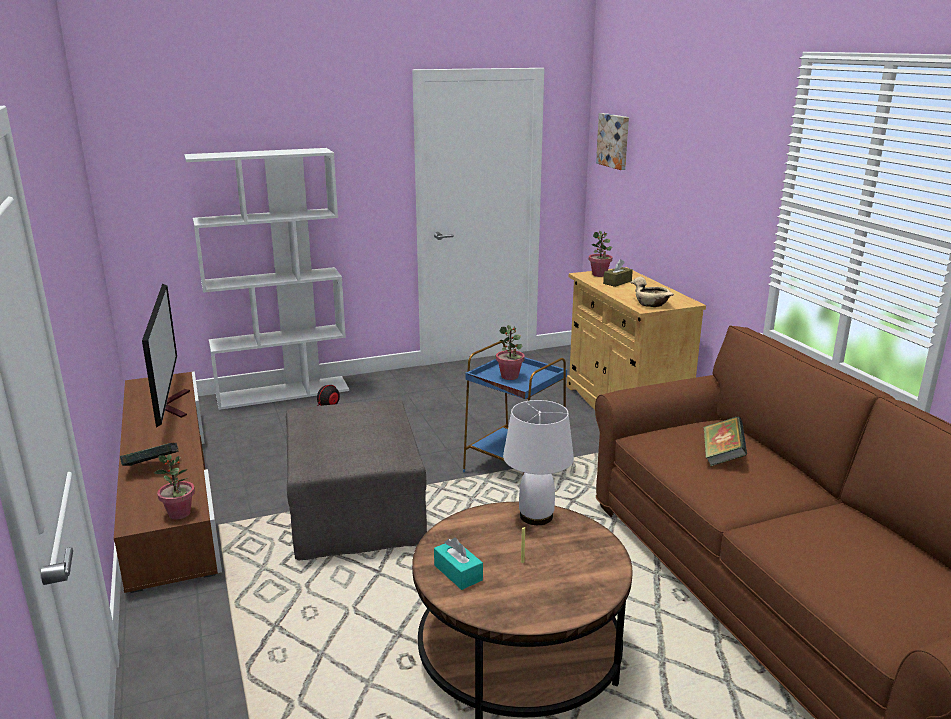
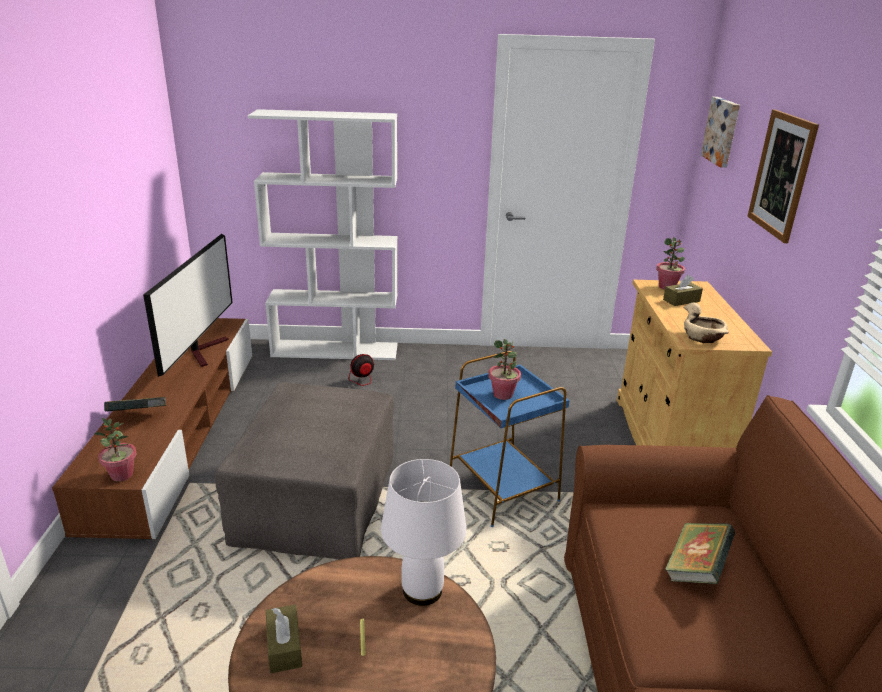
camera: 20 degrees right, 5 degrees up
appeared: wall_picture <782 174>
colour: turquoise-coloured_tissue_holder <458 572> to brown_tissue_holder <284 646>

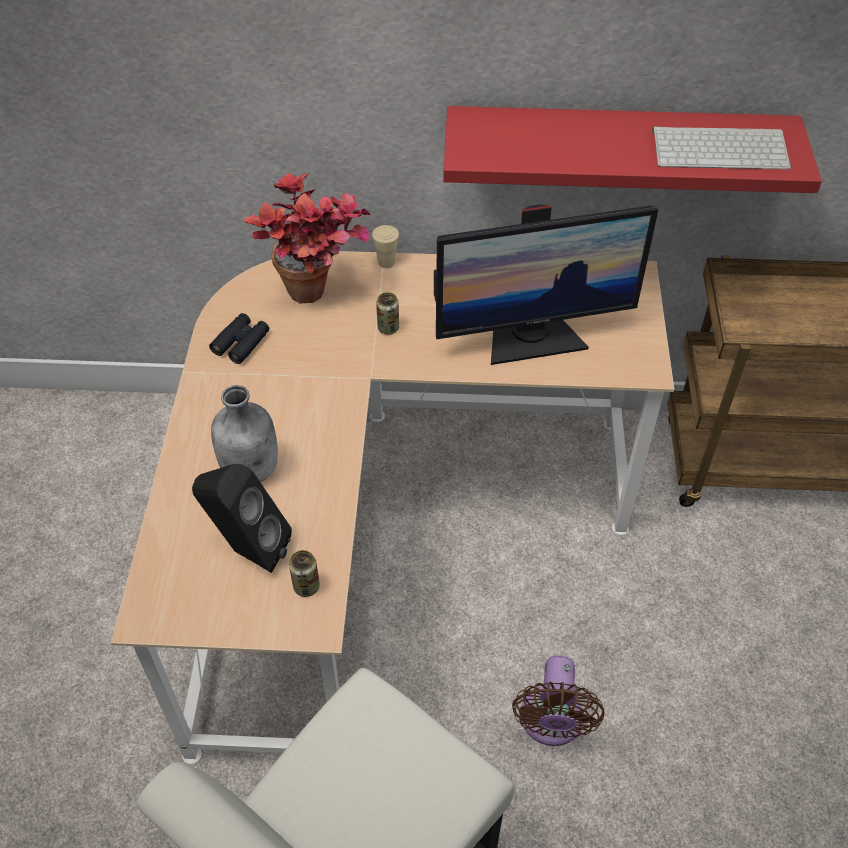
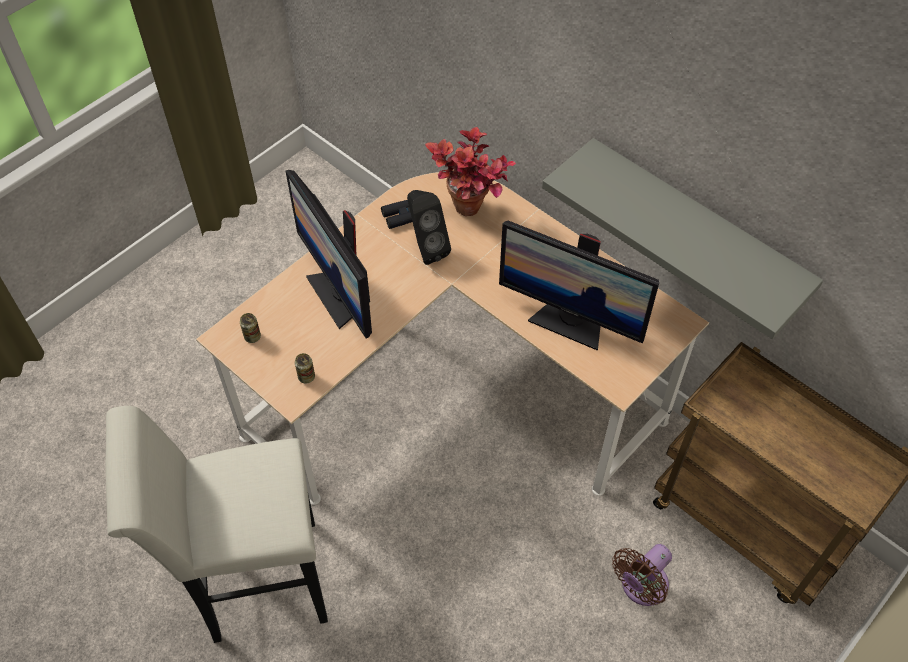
camera: 40 degrees right, 5 degrees up
missing: beige_small_cup <386 262>; keyboard <721 148>
relocated: black_speaker <248 550> to <426 248>; metal_can <388 328> to <252 337>; brown_fan <551 723> to <641 587>
exchanged: gray_drink_bottle <252 469> to monitor <339 295>
colour: red-coloured_wall_shelf <617 146> to gray_wall_shelf <696 226>

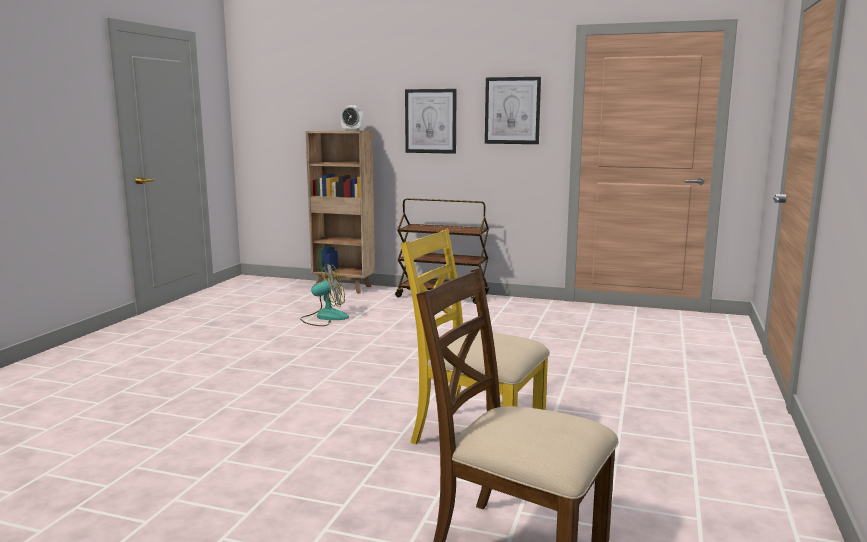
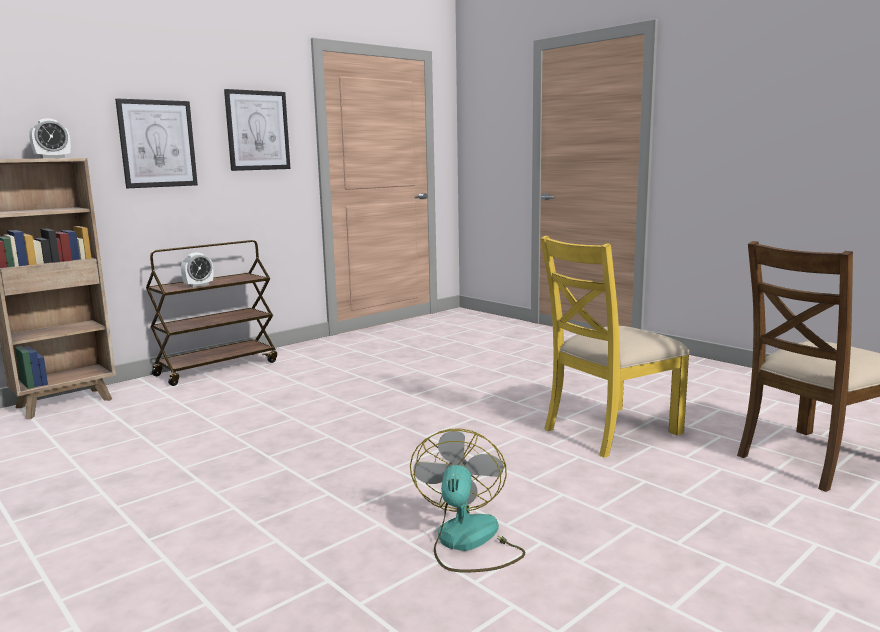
camera: 60 degrees left, 0 degrees up
appeared: table_clock <198 285>
relocated: fan <324 318> to <468 543>

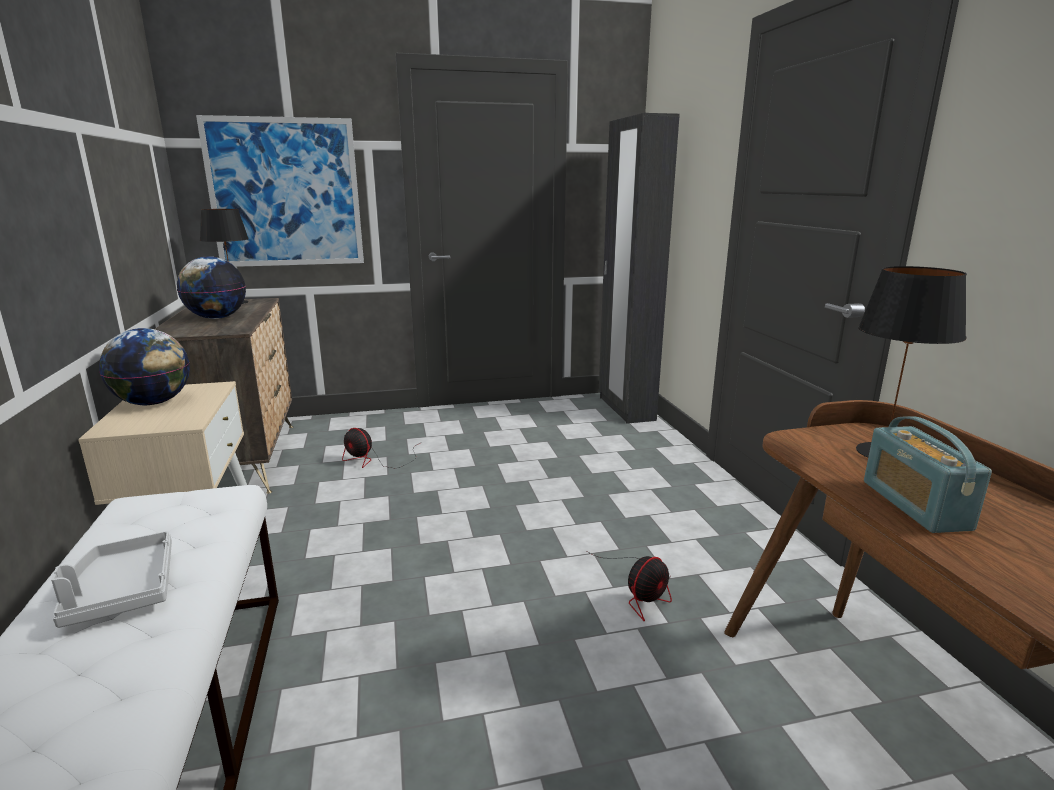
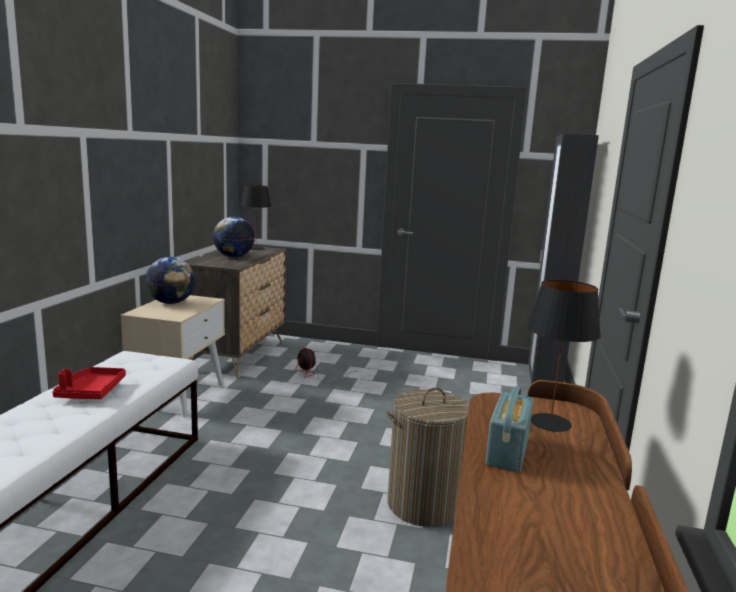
camera: 25 degrees right, 5 degrees down
missing: wall_picture <285 193>
exchanged: fan <642 591> to hamper <423 504>
colour: gray_tray <122 591> to red-coloured_tray <91 392>

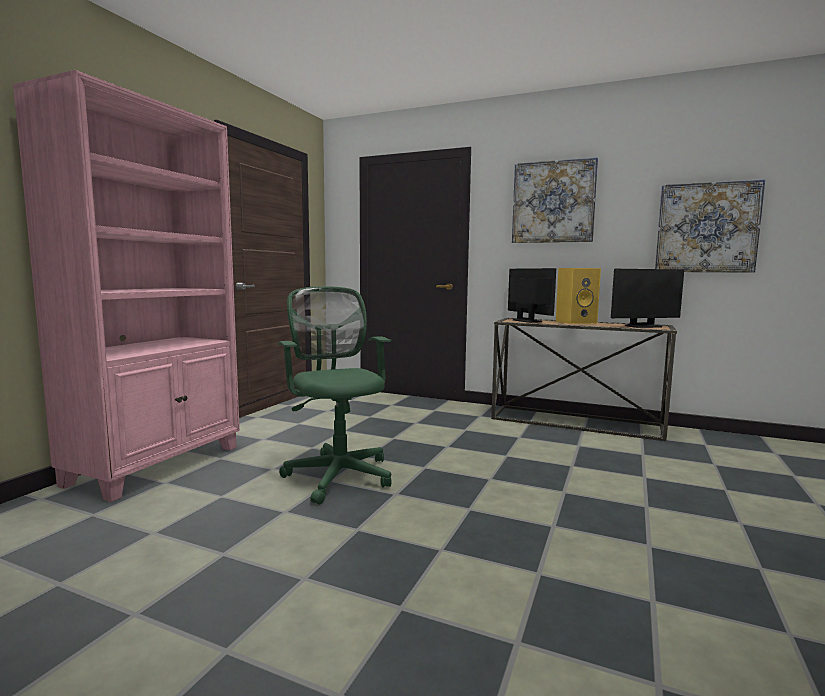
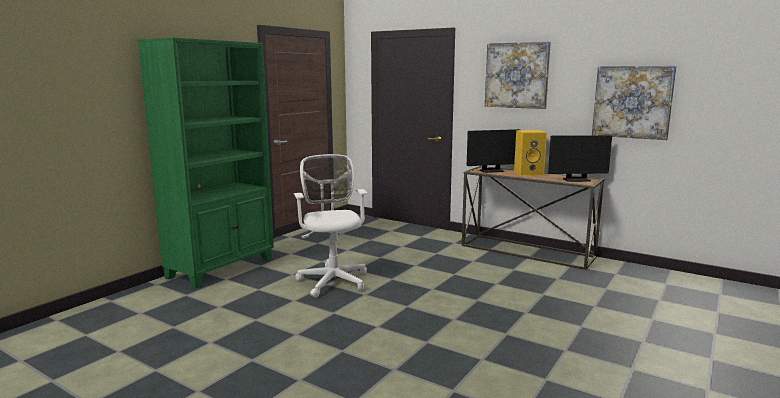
camera: 10 degrees right, 5 degrees up
colour: pinkish_bookshelf <158 465> to green_bookshelf <222 268>; green_office_chair <338 474> to white-coloured_office_chair <333 280>
spun: monitor <527 321> = <491 170> 90 degrees clockwise

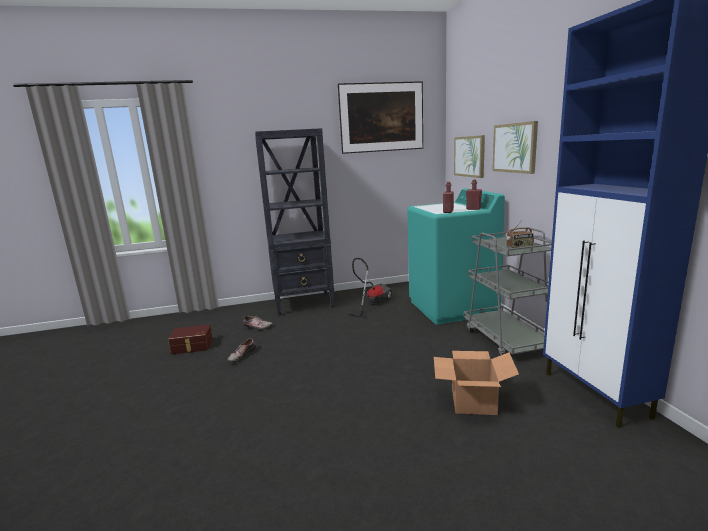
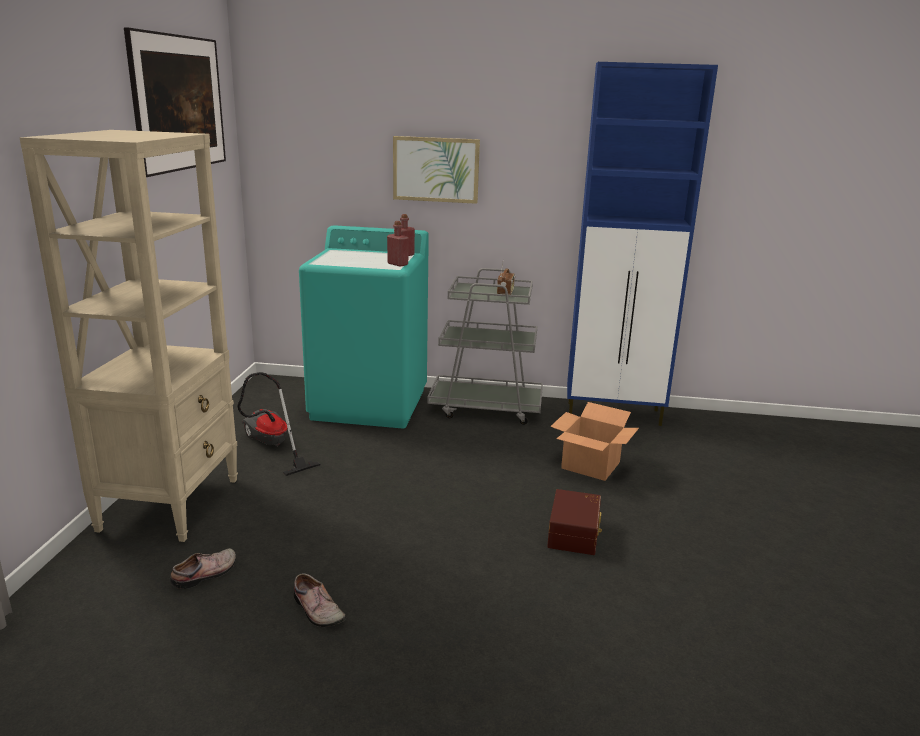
camera: 70 degrees left, 5 degrees up
missing: wall_picture <469 156>
relocated: brown_storage_box <192 347> to <575 533>
colour: black_bookshelf <304 304> to beige_bookshelf <171 503>

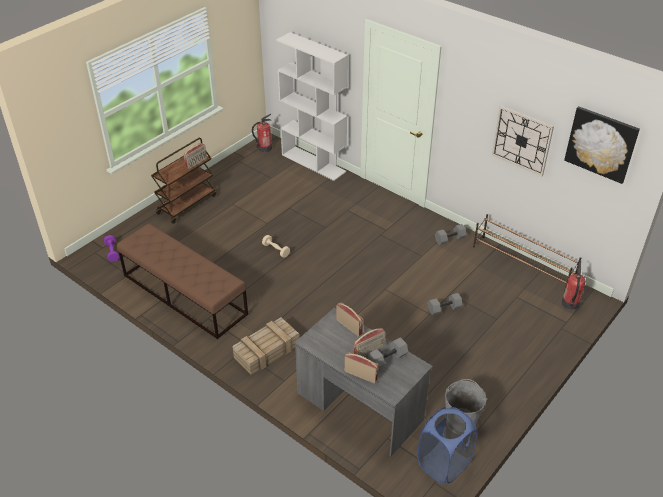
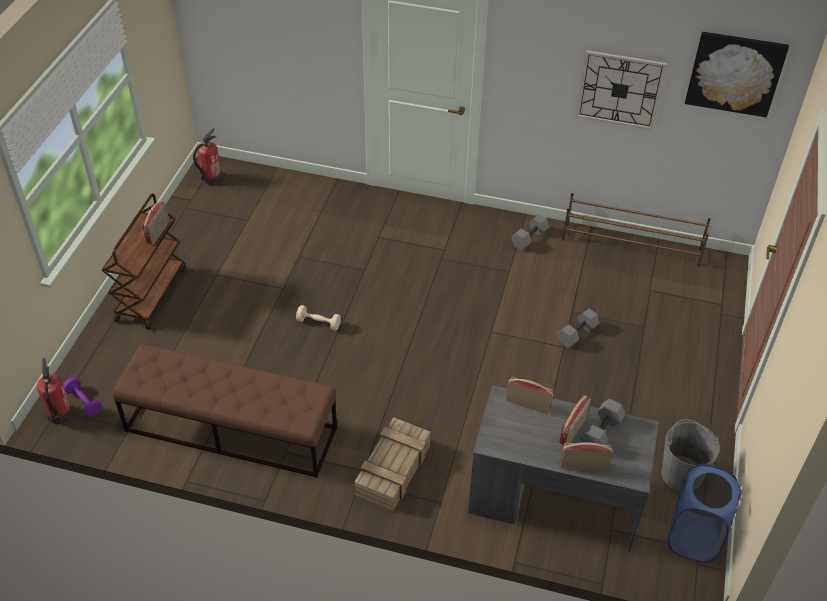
camera: 25 degrees left, 5 degrees up
missing: white-coloured_bookshelf <314 163>
relocated: fire_extinguisher <570 303> to <60 414>

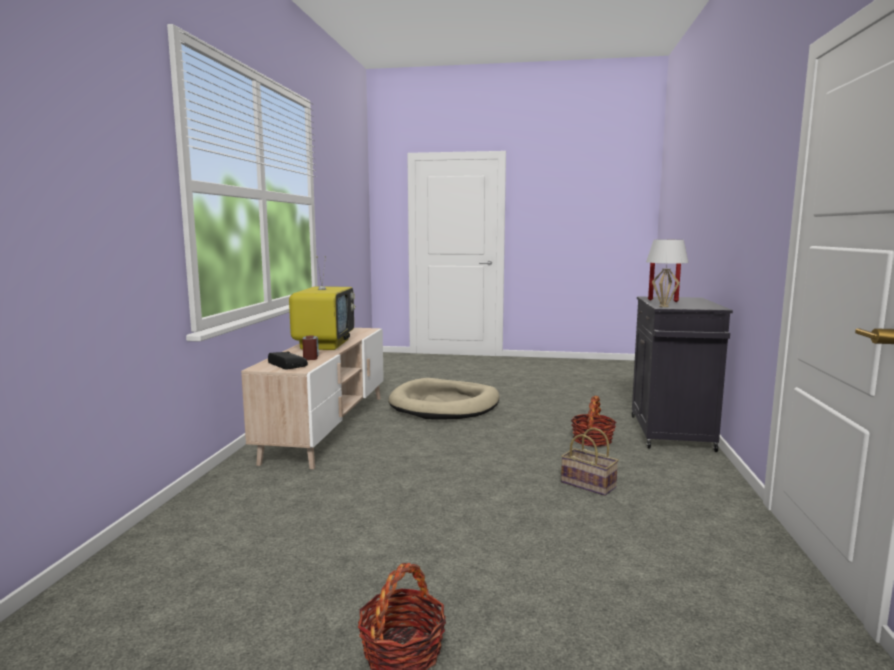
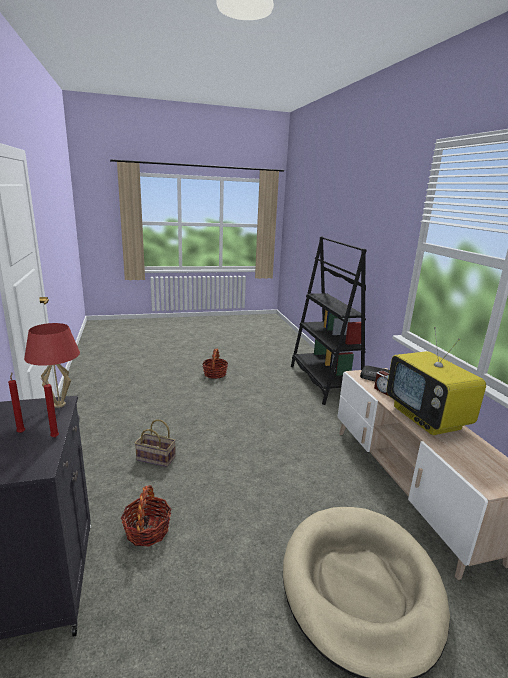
camera: 155 degrees right, 10 degrees up
appeared: black_bookshelf <324 382>
colour: white-coloured_table_lamp <664 306> to red-coloured_table_lamp <59 404>

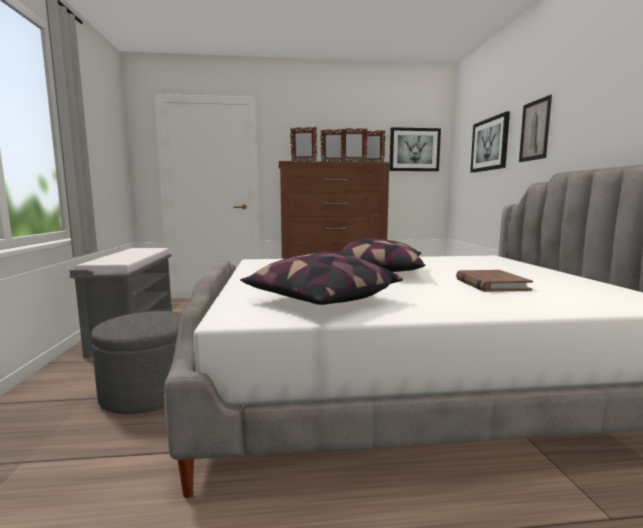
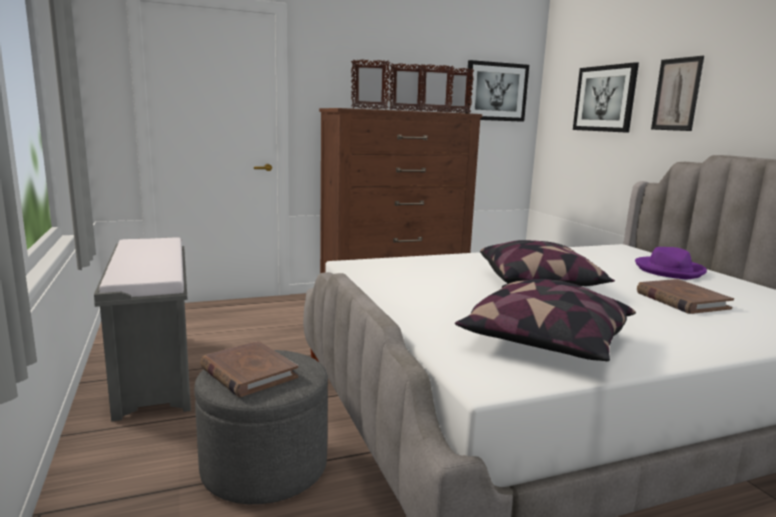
camera: 15 degrees left, 5 degrees up
appeared: brown_book <248 373>; purple-coloured_hat <669 270>

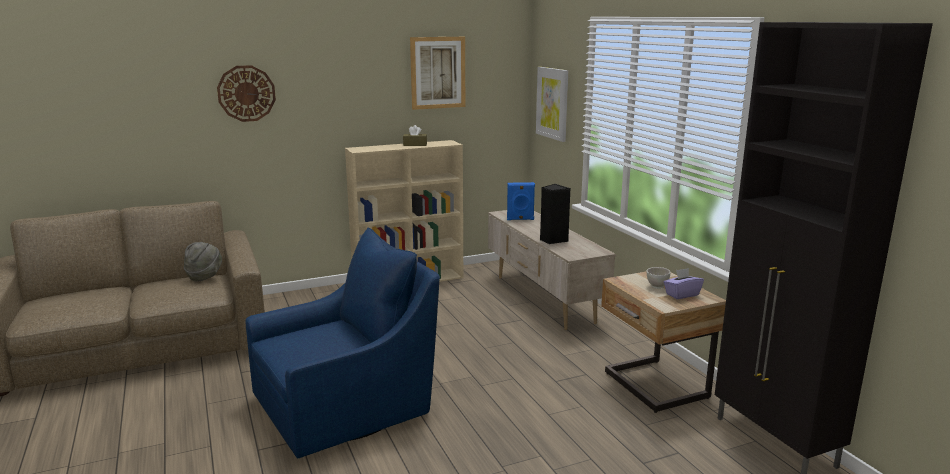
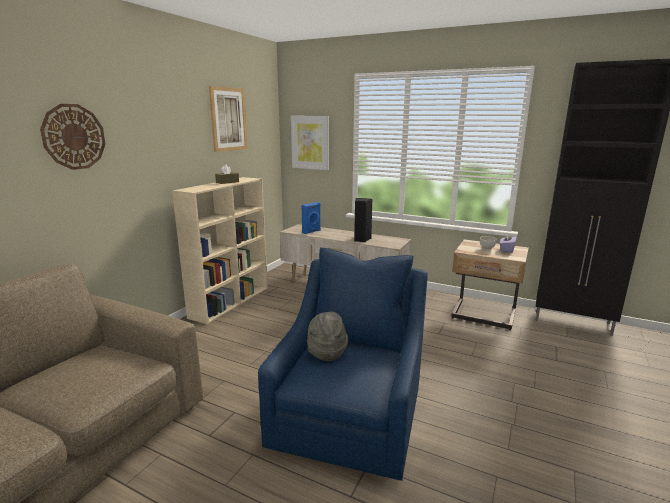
camera: 40 degrees left, 0 degrees up
relocated: gray_hat <204 276> to <326 352>

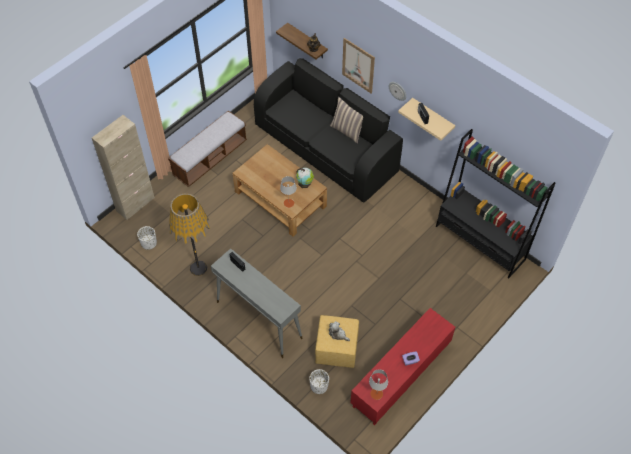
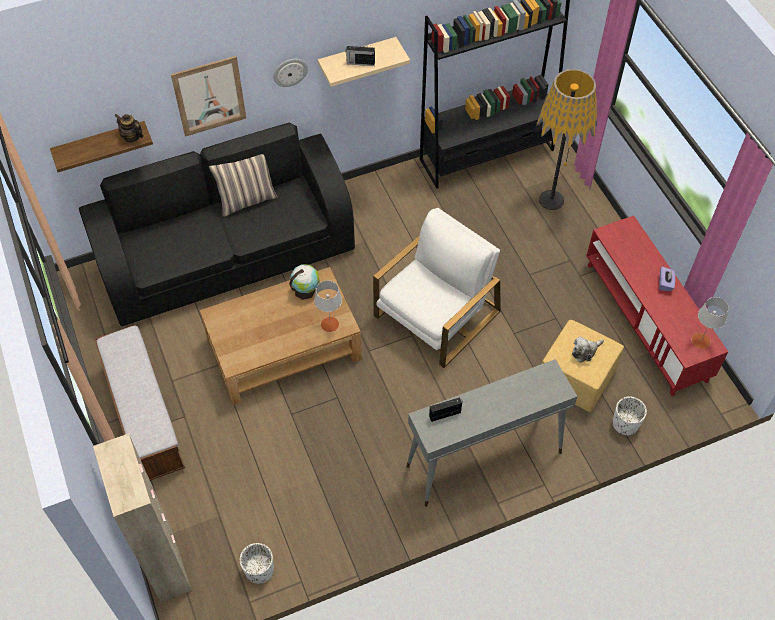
camera: 65 degrees left, 0 degrees up
appeared: white-coloured_armchair <436 315>
relocated: standard_lamp <198 268> to <551 200>

